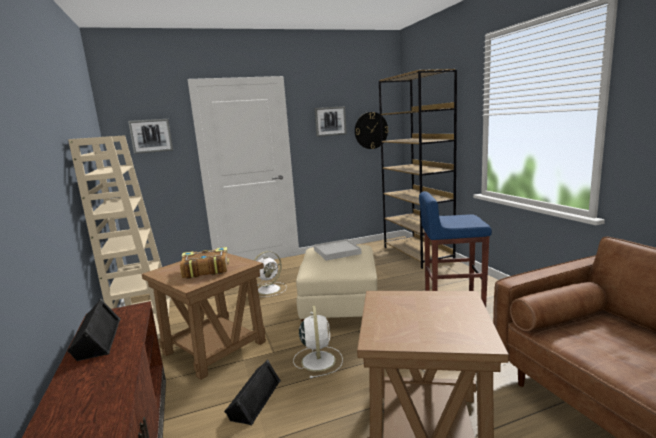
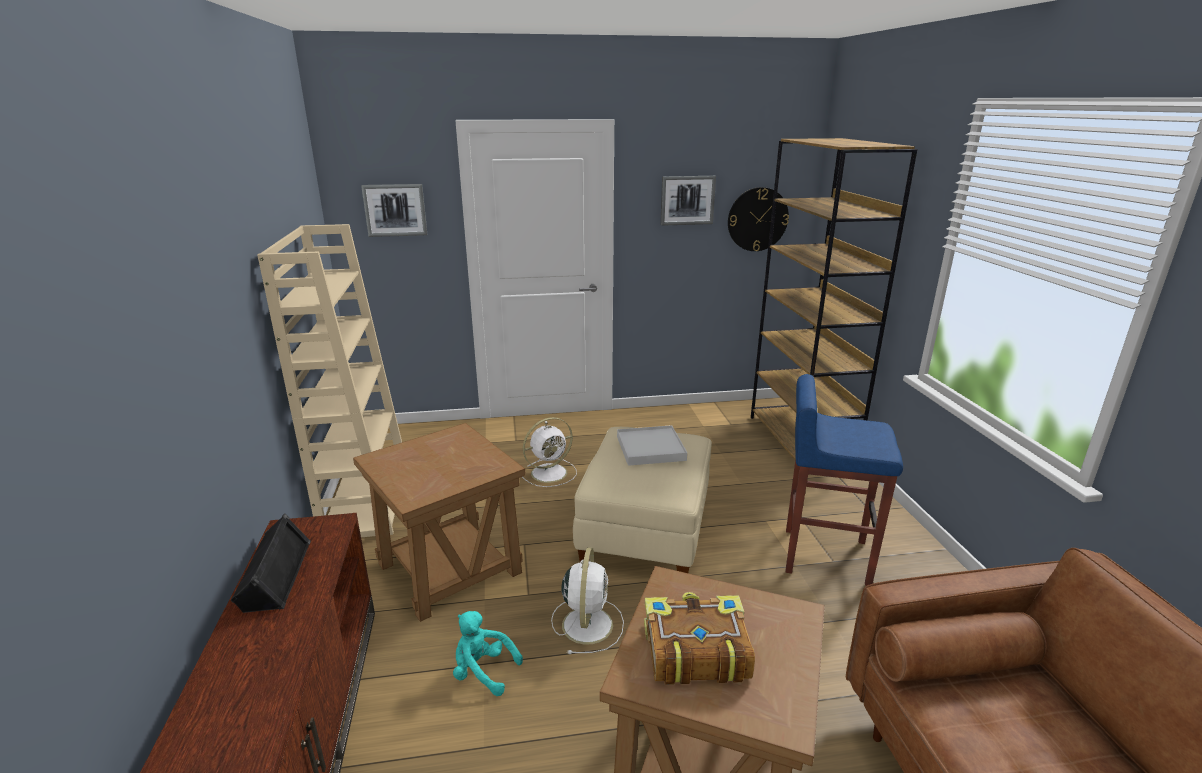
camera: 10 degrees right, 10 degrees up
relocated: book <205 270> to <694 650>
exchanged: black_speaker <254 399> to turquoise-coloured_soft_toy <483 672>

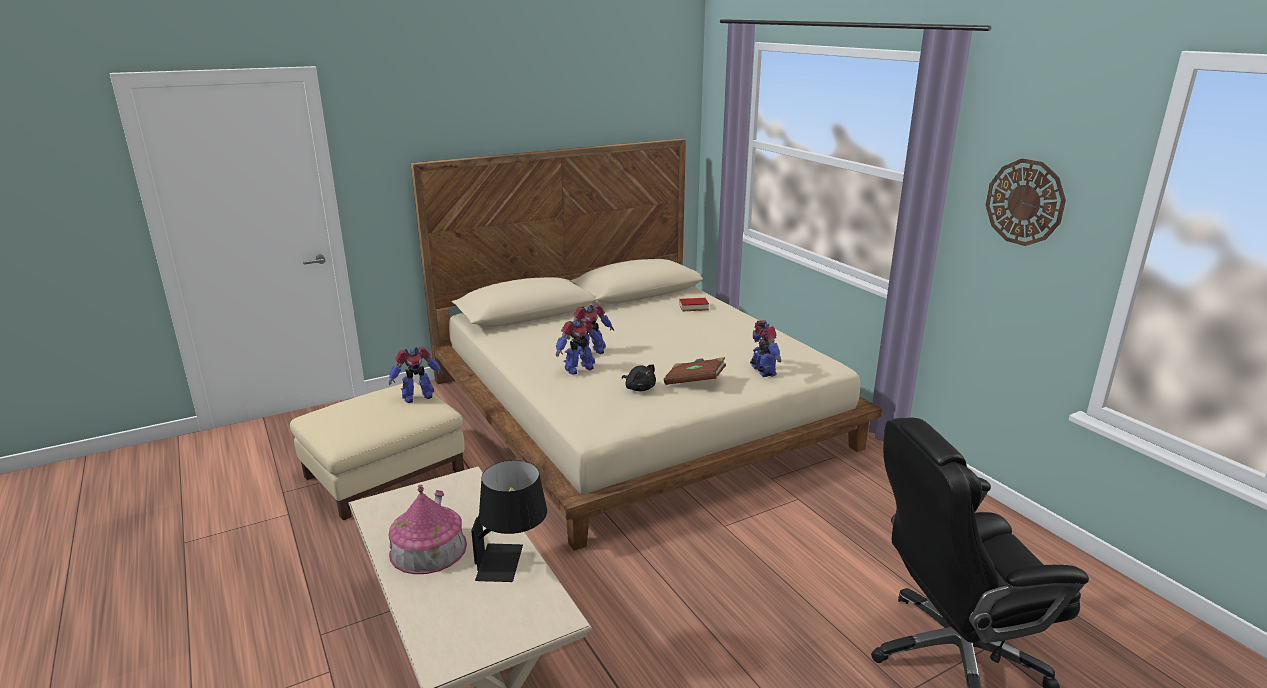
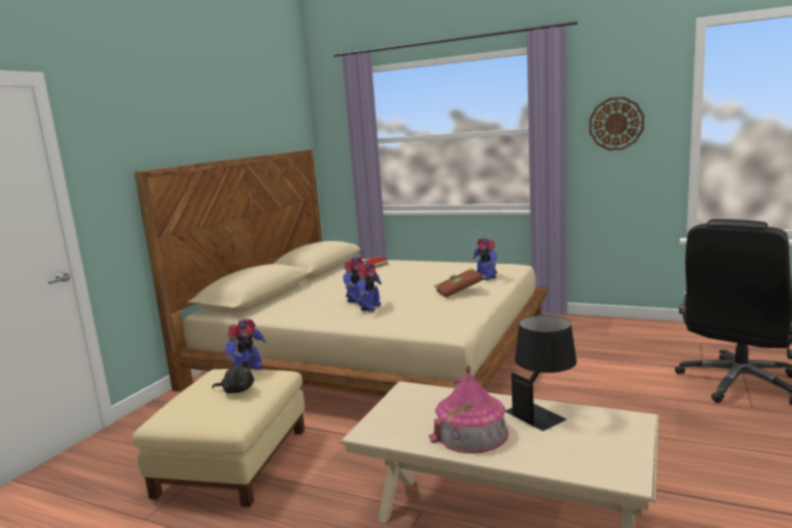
camera: 35 degrees left, 10 degrees down
relocated: black_soft_toy <639 388> to <237 390>
spun: toy_robot <763 371> = <486 277> 150 degrees counterclockwise

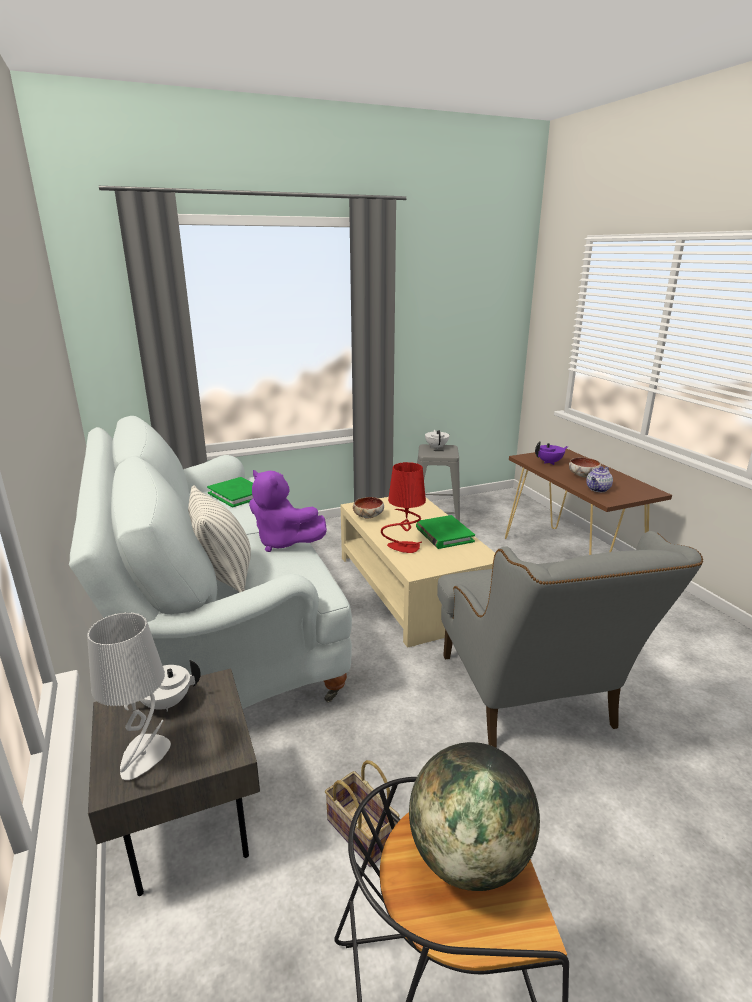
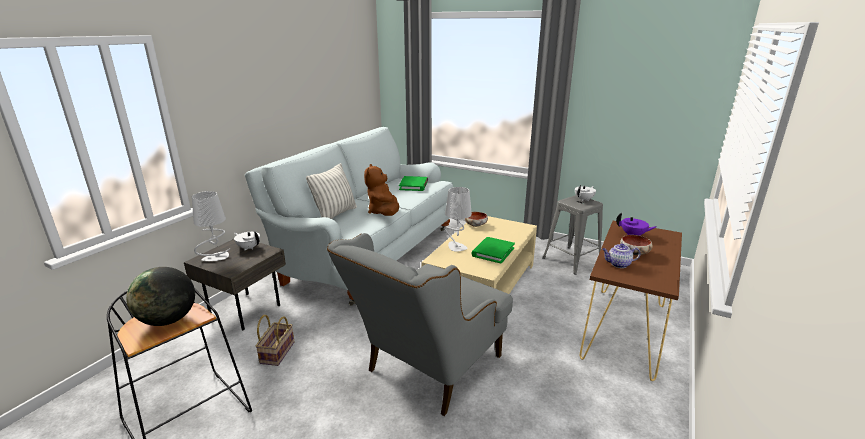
camera: 50 degrees right, 0 degrees up
colour: purple-coloured_soft_toy <283 542> to brown_soft_toy <384 212>; red-coloured_table_lamp <404 548> to gray_table_lamp <456 247>

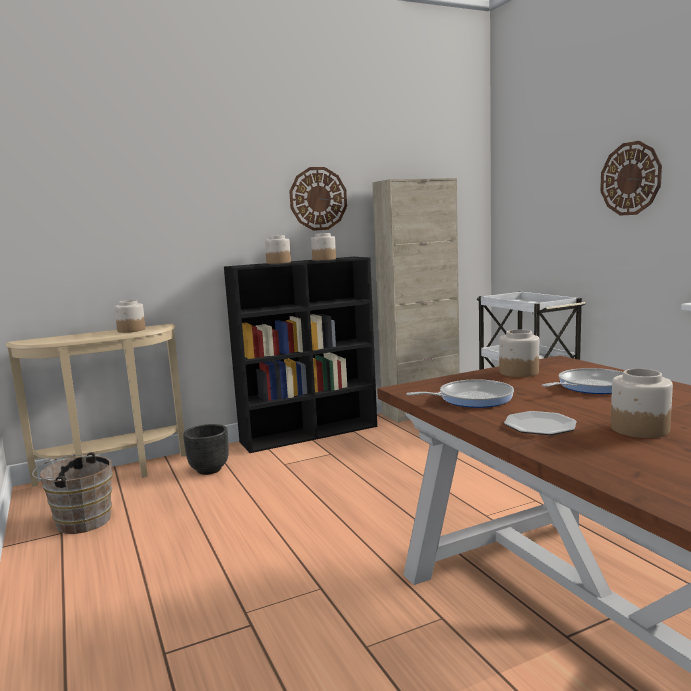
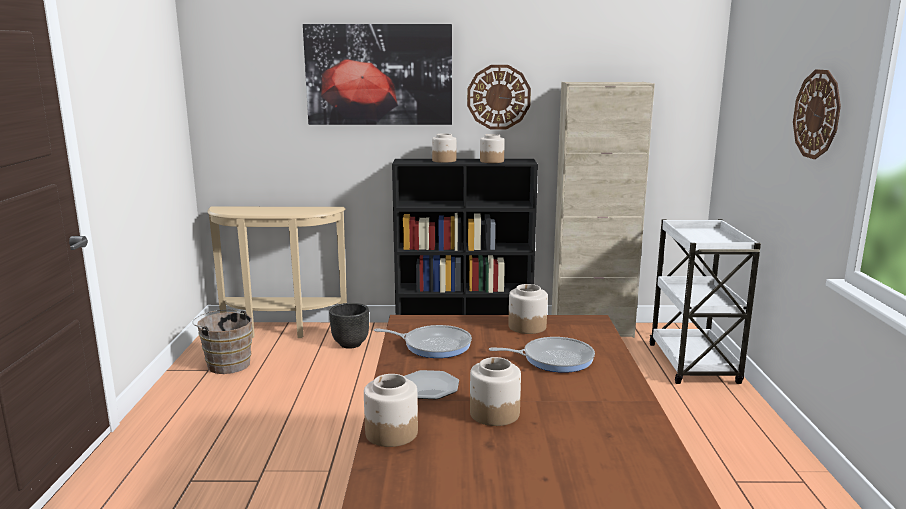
camera: 25 degrees right, 5 degrees up
appeared: wall_picture <379 75>
relocated: jar <131 330> to <391 433>

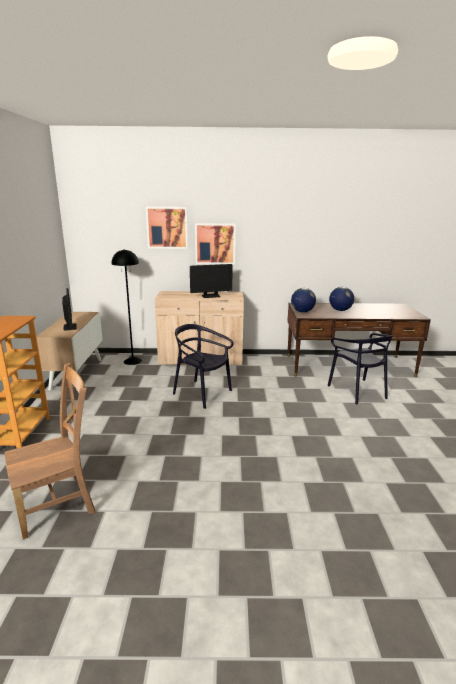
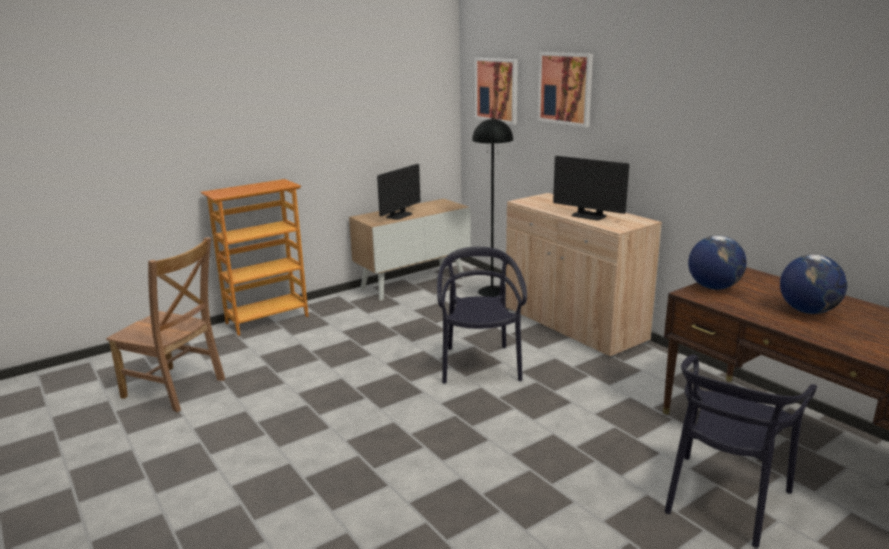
camera: 55 degrees right, 0 degrees up
relocated: wall_picture <215 243> to <497 90>

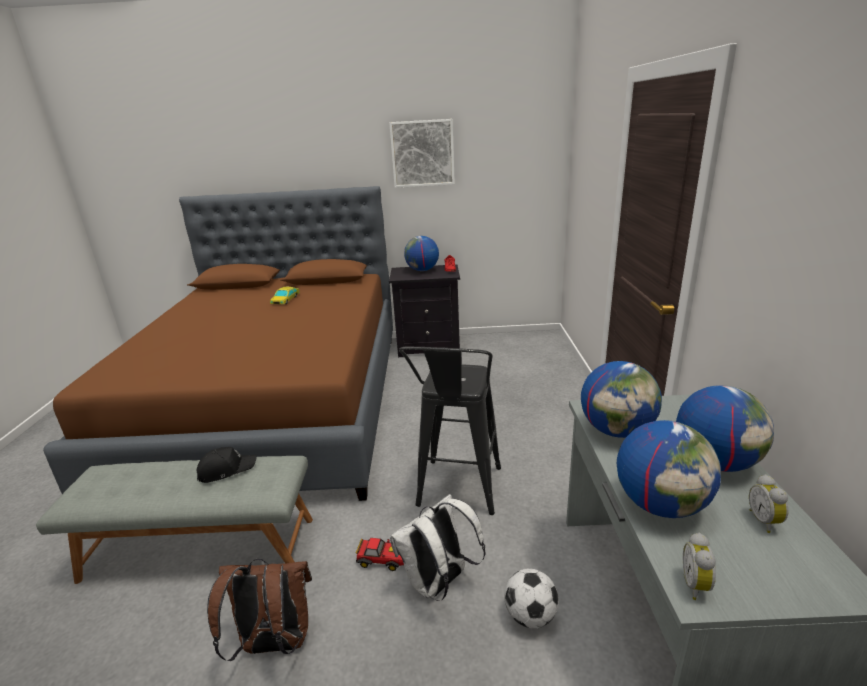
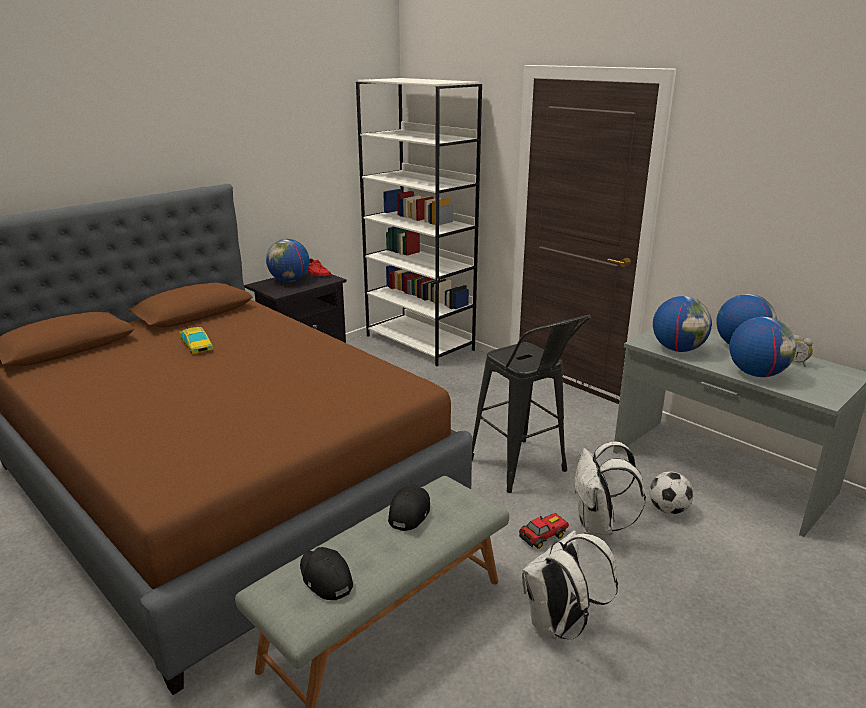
camera: 45 degrees left, 0 degrees up
missing: wall_picture <422 153>; table_clock <697 585>
appeared: black_peaked_cap <325 578>; white-coloured_bookshelf <420 343>
colour: brown_rucksack <274 643> to white-coloured_rucksack <559 625>

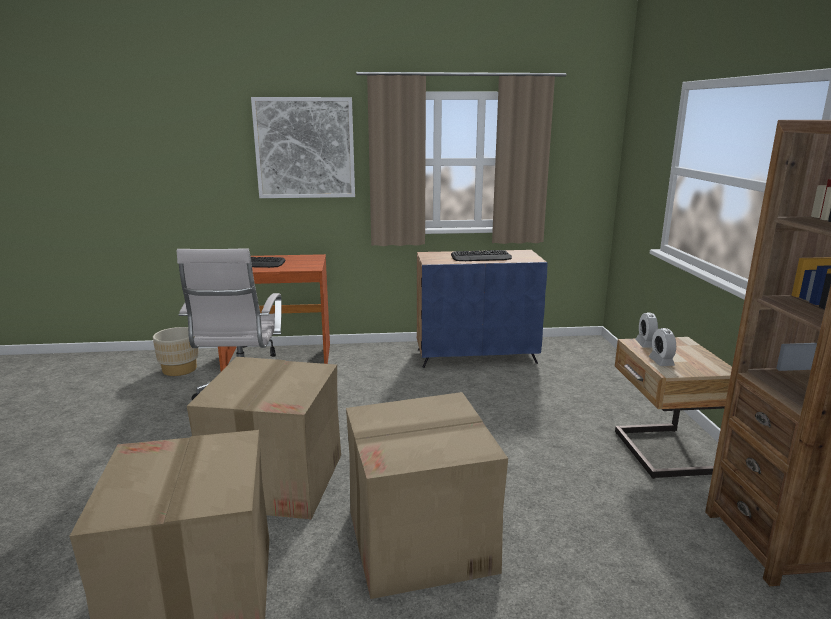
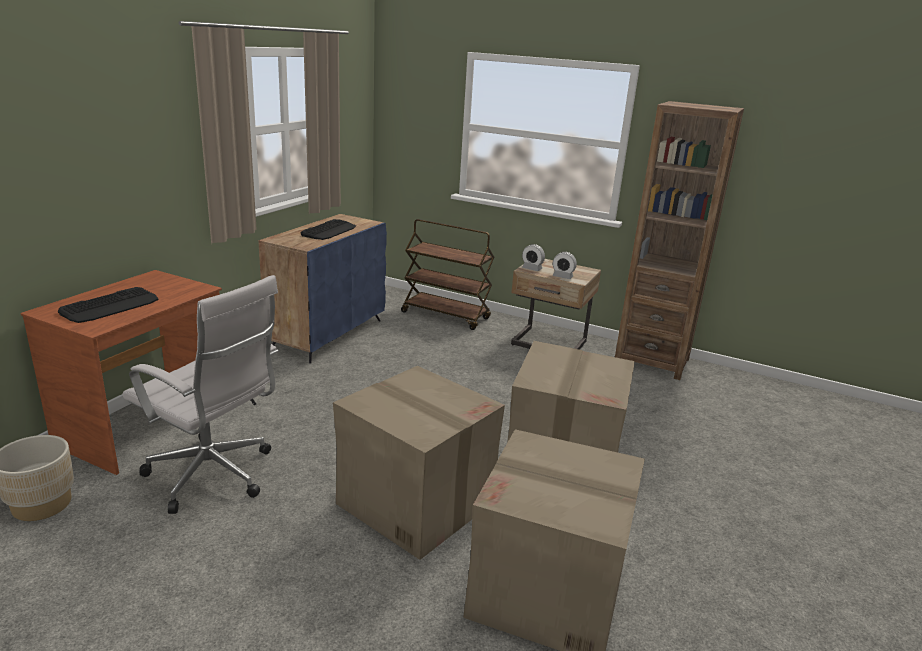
camera: 60 degrees left, 5 degrees up
missing: wall_picture <305 148>
appeared: brown_cart <446 315>

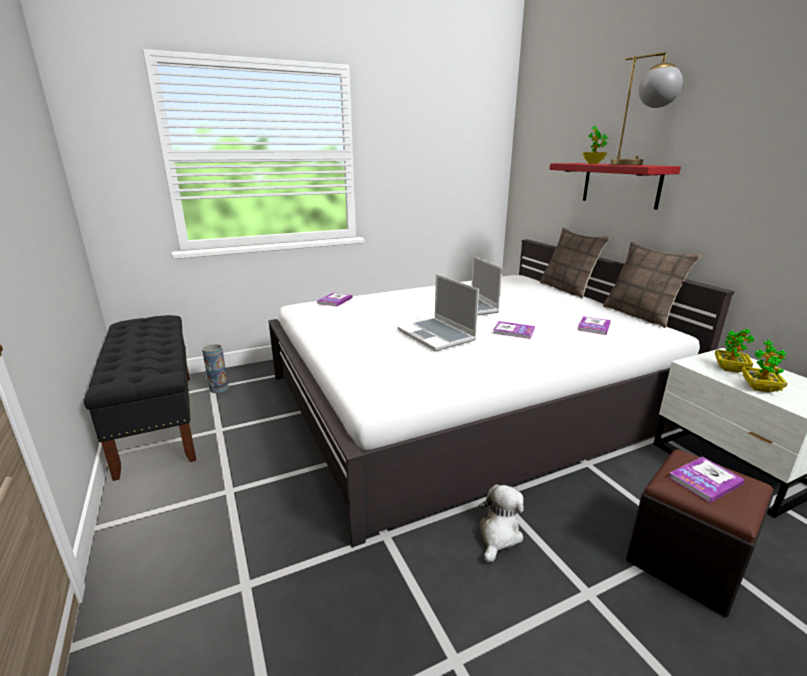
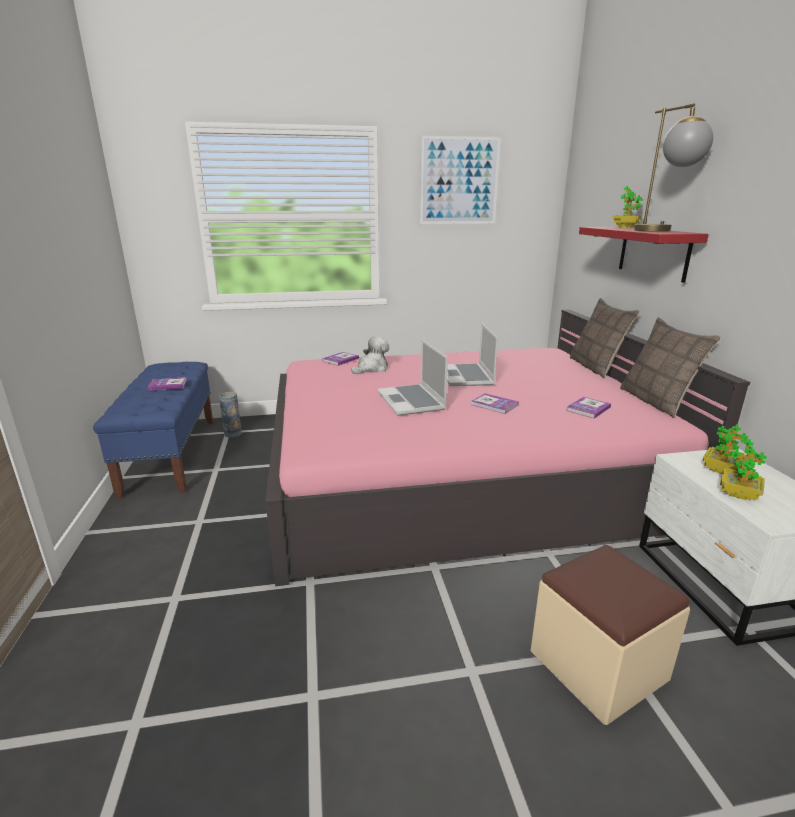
camera: 15 degrees right, 0 degrees up
appeared: wall_picture <459 181>
relocated: soft_toy <498 535> to <372 369>; book <705 480> to <168 385>
colour: black_indoor_bench <158 420> to blue-coloured_indoor_bench <171 454>; white-coloured_bed <467 399> to pinkish_bed <458 473>; black_pouffe <686 561> to beige_pouffe <597 665>

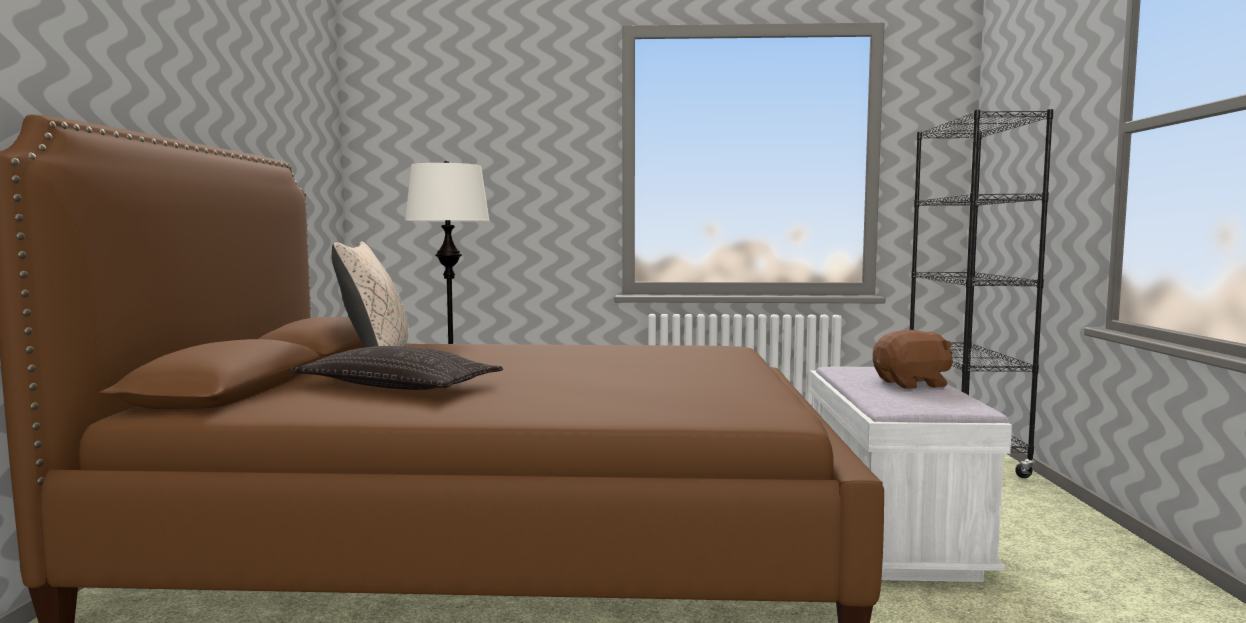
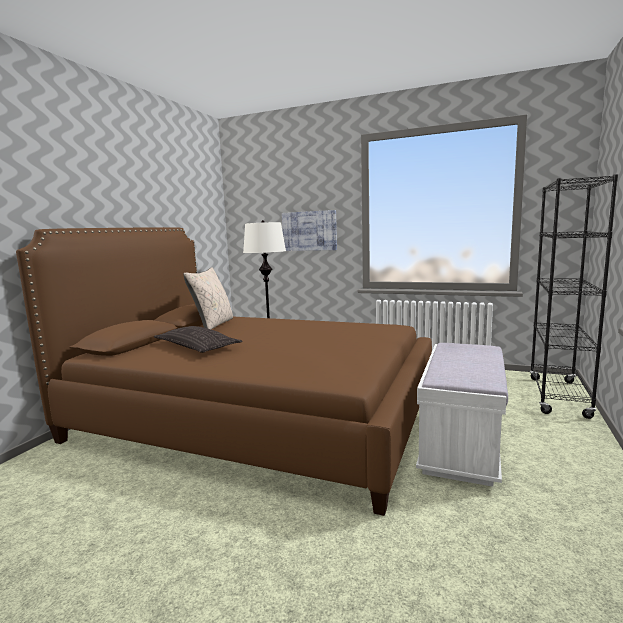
camera: 20 degrees right, 5 degrees up
missing: brown_soft_toy <912 384>
appeared: wall_picture <309 231>

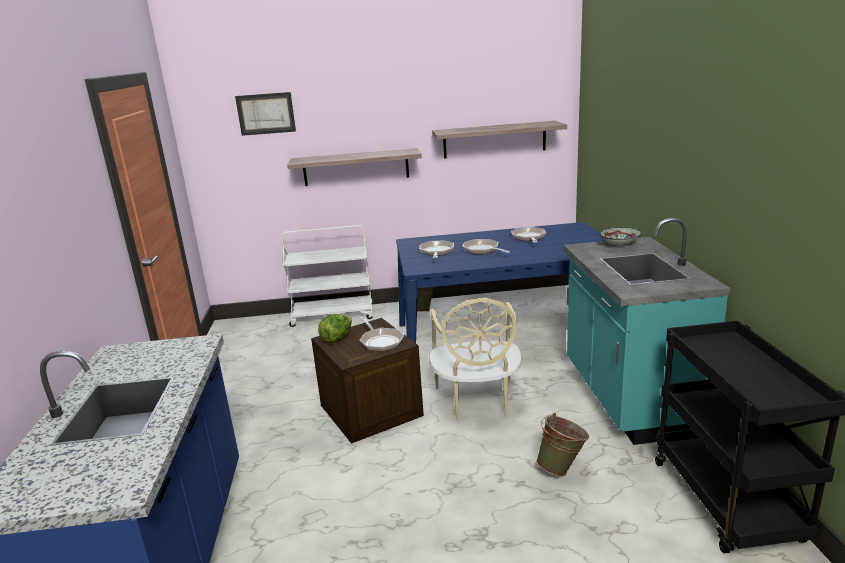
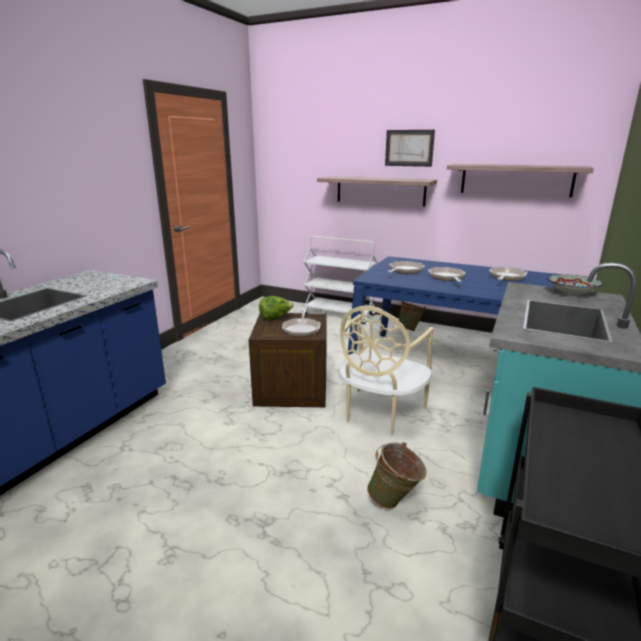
camera: 30 degrees right, 0 degrees up
relocated: wall_picture <266 113> to <409 148>

